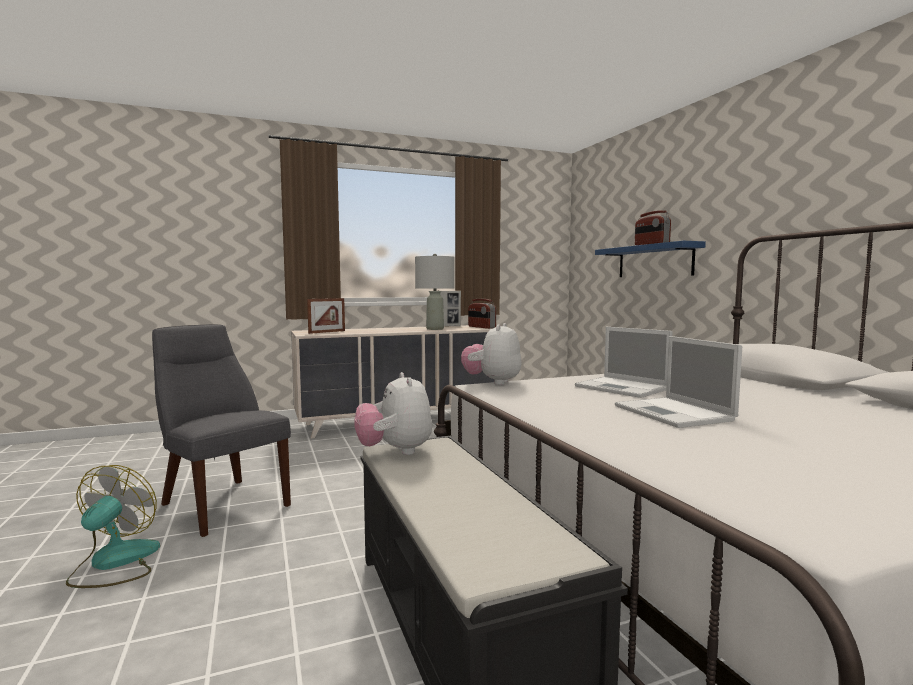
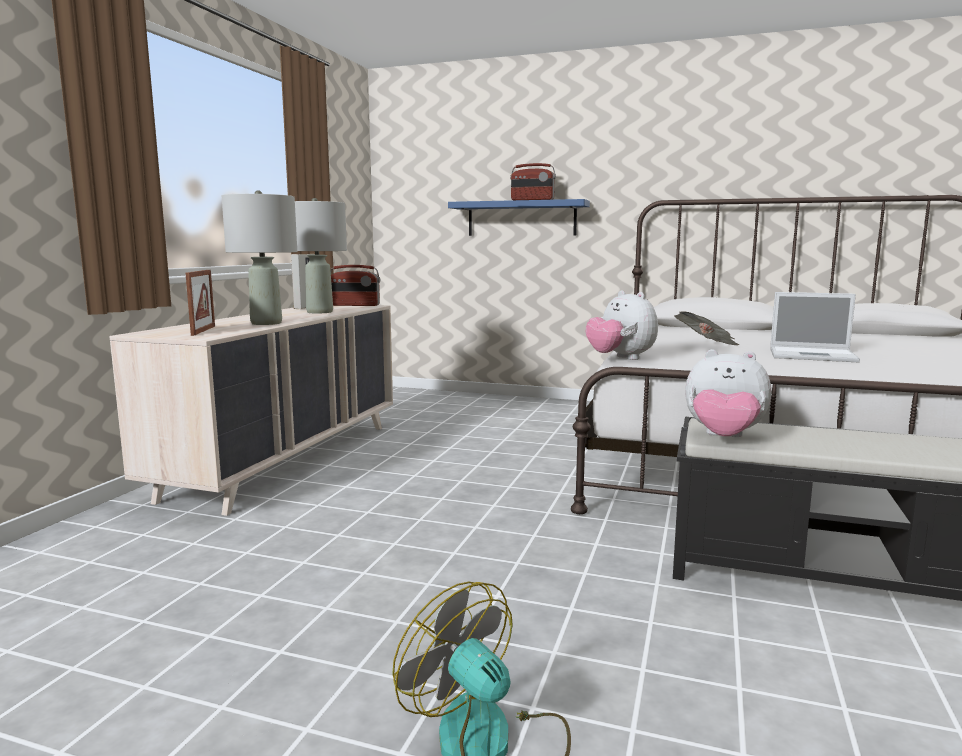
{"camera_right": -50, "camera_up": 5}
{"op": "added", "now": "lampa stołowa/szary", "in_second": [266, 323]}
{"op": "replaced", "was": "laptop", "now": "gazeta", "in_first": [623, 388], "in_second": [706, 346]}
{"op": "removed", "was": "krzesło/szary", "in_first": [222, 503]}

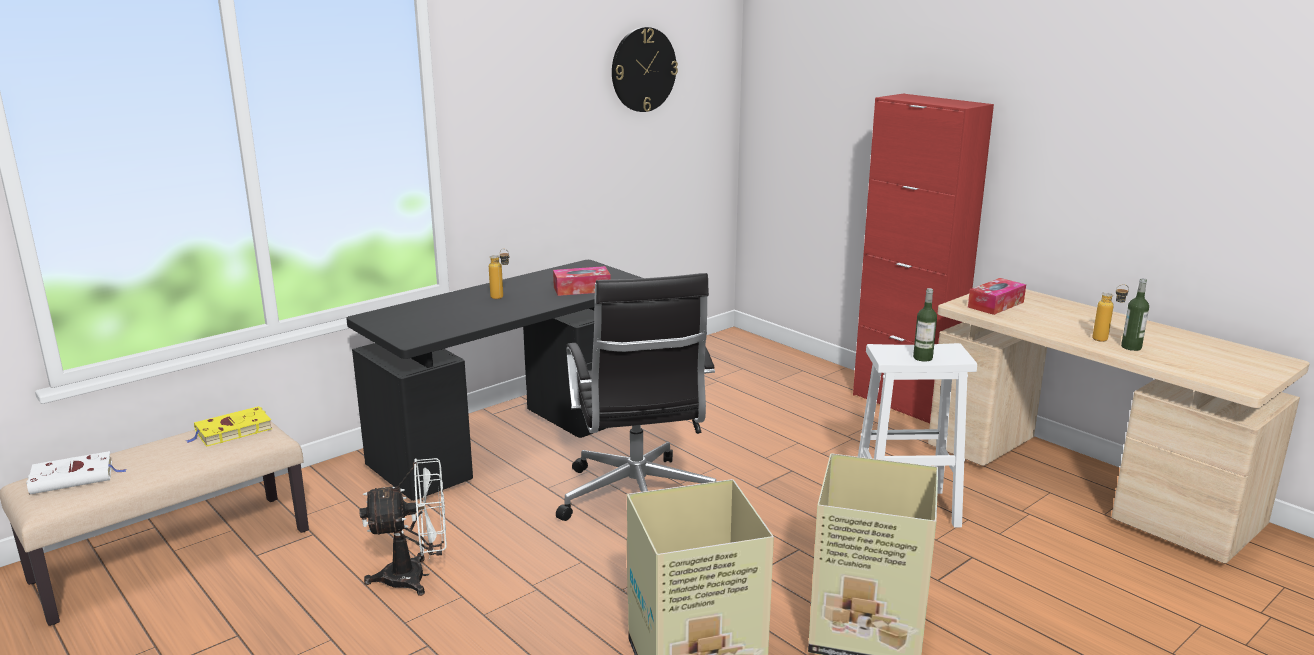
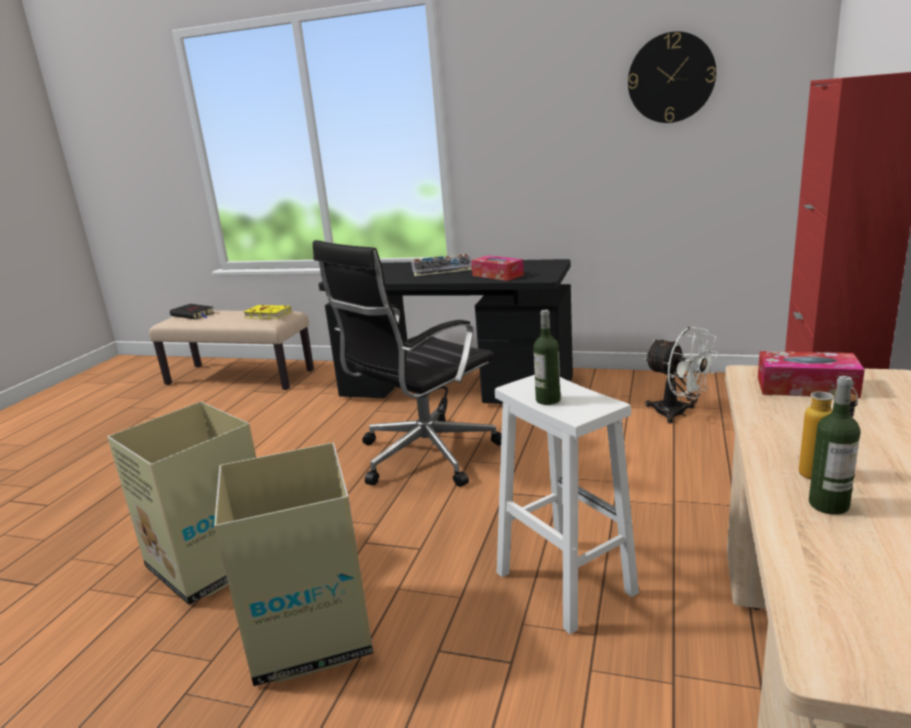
{"camera_right": 60, "camera_up": 0}
{"op": "recoloured", "was": "książka/biały", "now": "książka/czarny", "in_first": [75, 477], "in_second": [193, 314]}
{"op": "replaced", "was": "butelka", "now": "klawiatura", "in_first": [501, 298], "in_second": [442, 270]}
{"op": "moved", "was": "wentylator/biały", "in_first": [416, 577], "in_second": [678, 414]}

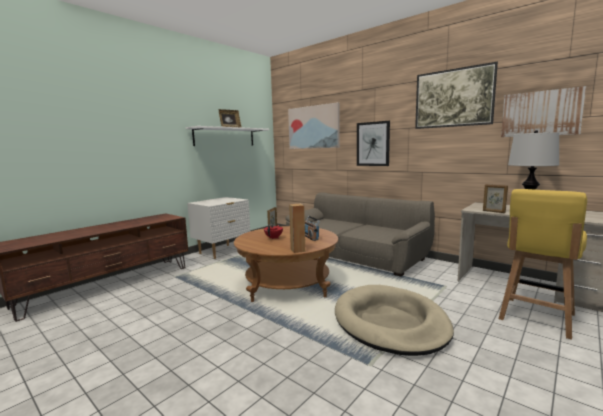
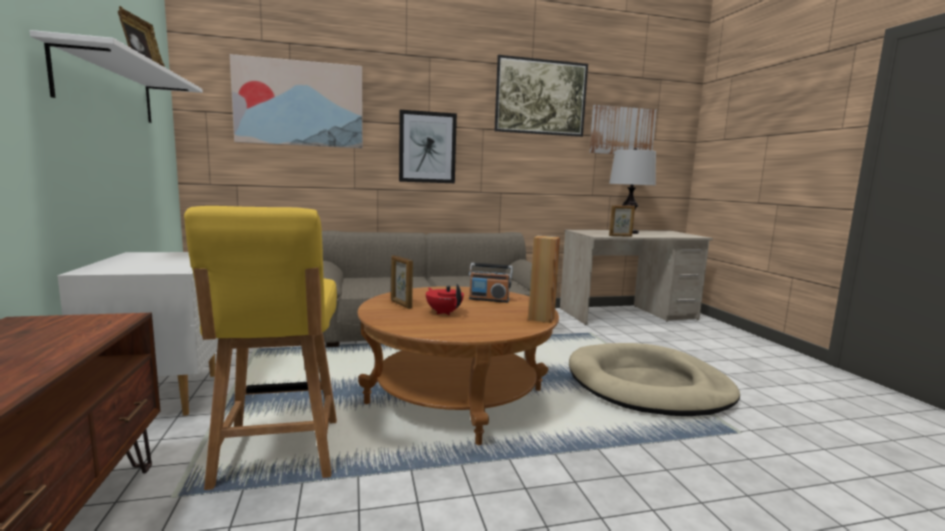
{"camera_right": -55, "camera_up": 0}
{"op": "moved", "was": "krzesło/żółty", "in_first": [536, 317], "in_second": [277, 453]}

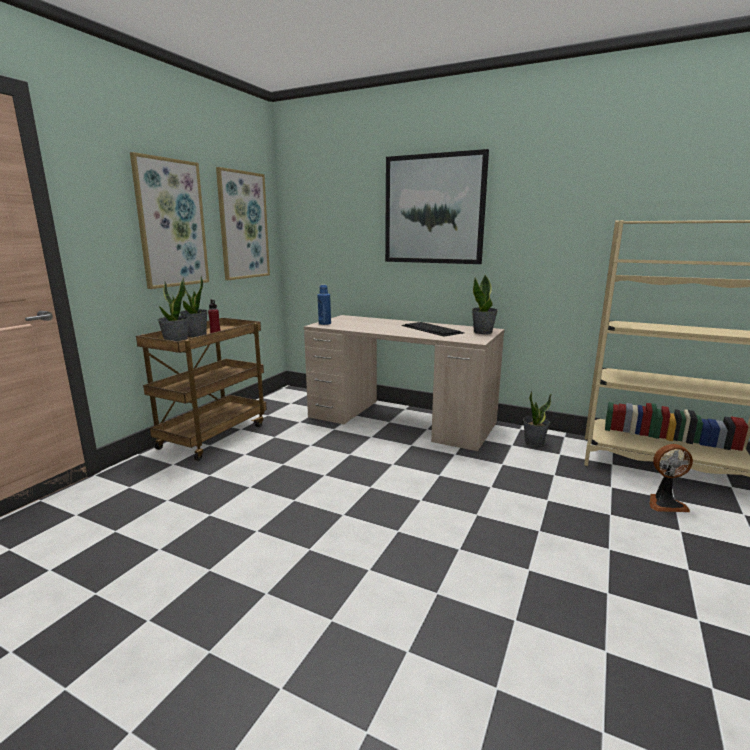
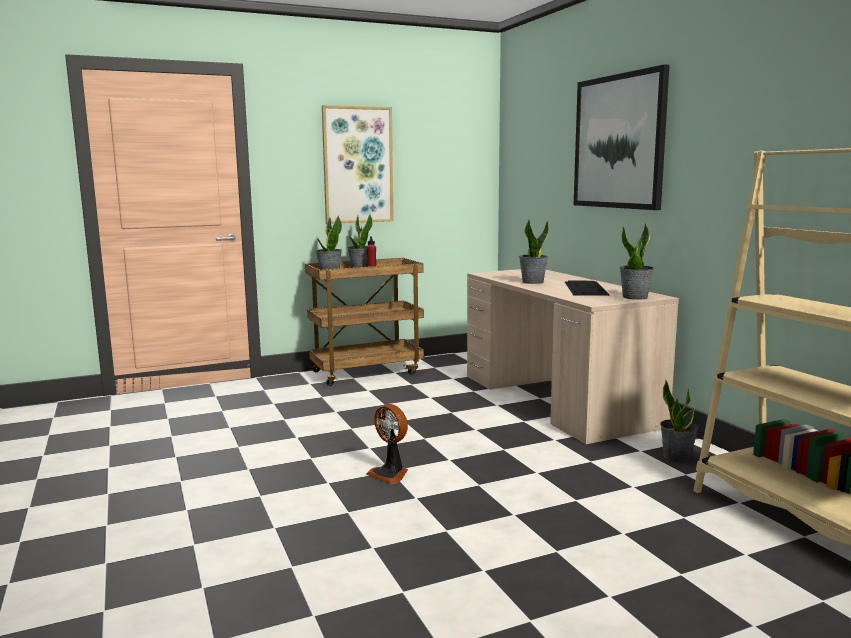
{"camera_right": 40, "camera_up": -5}
{"op": "moved", "was": "wentylator", "in_first": [665, 503], "in_second": [390, 474]}
{"op": "added", "now": "roślina doniczkowa", "in_second": [532, 282]}
{"op": "removed", "was": "obraz", "in_first": [243, 226]}
{"op": "removed", "was": "butelka/niebieski", "in_first": [324, 323]}

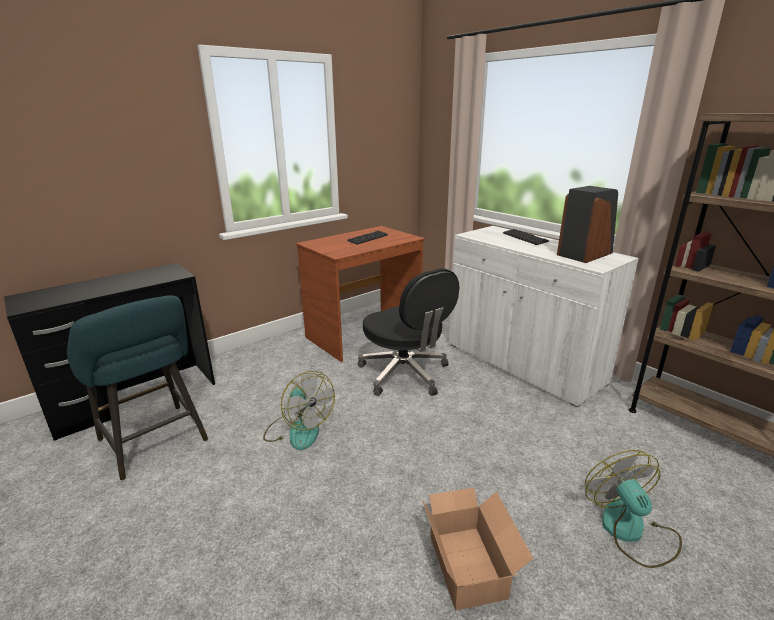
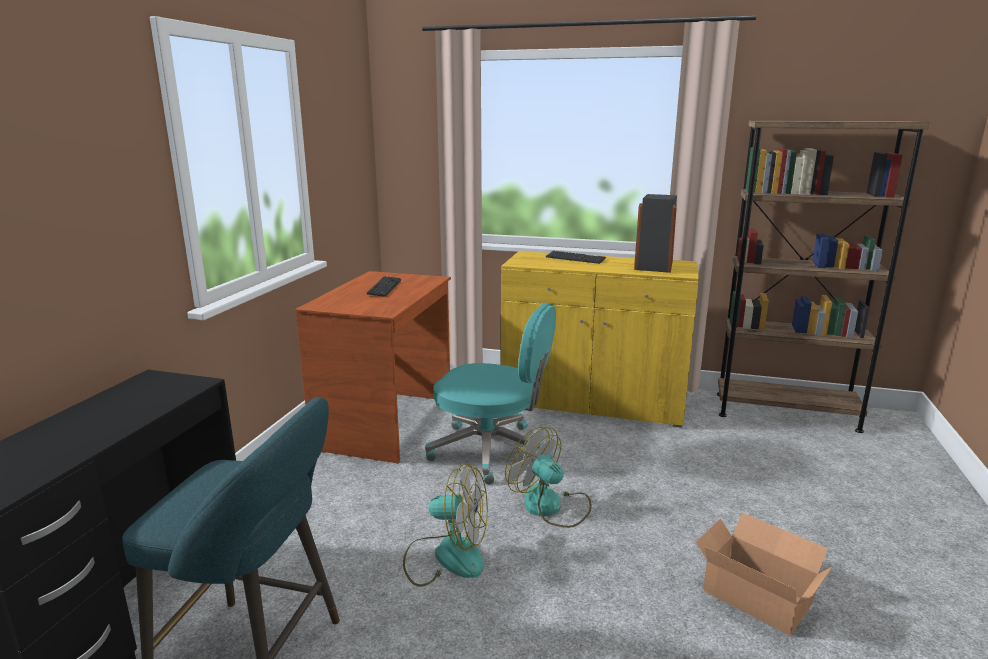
{"camera_right": -35, "camera_up": -5}
{"op": "recoloured", "was": "krzesło biurowe/czarny", "now": "krzesło biurowe/turkusowy", "in_first": [405, 374], "in_second": [492, 451]}
{"op": "recoloured", "was": "szafka/biały", "now": "szafka/żółty", "in_first": [522, 363], "in_second": [593, 403]}
{"op": "moved", "was": "wentylator", "in_first": [630, 531], "in_second": [551, 507]}

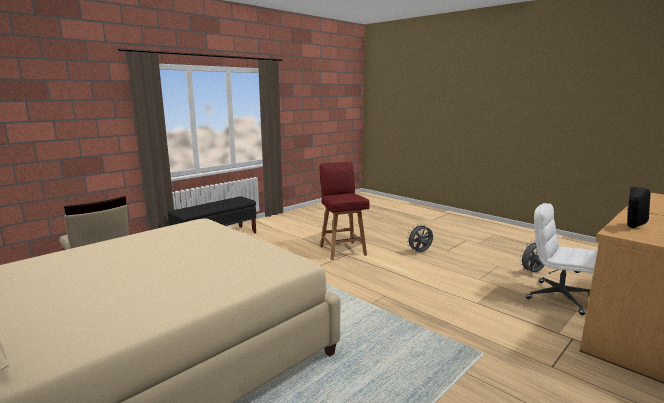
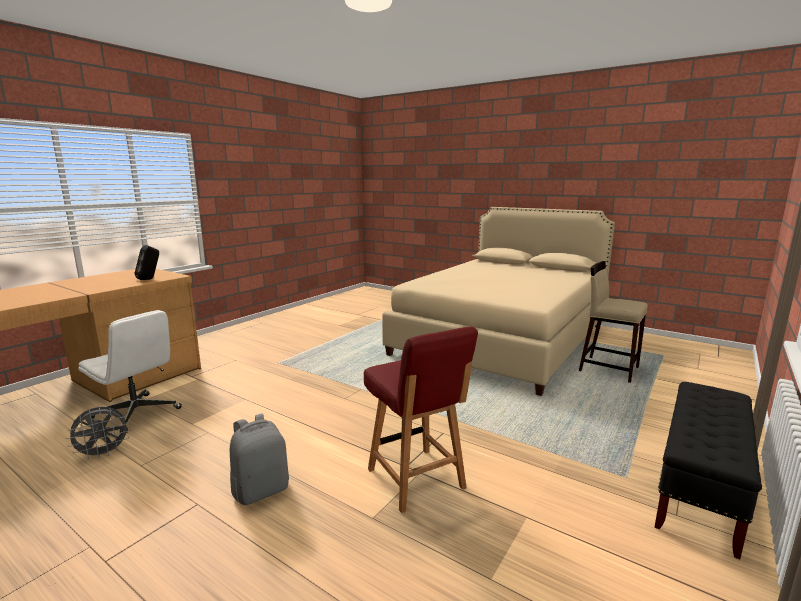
{"camera_right": 170, "camera_up": 0}
{"op": "replaced", "was": "wentylator/szary", "now": "plecak/szary", "in_first": [420, 252], "in_second": [261, 490]}

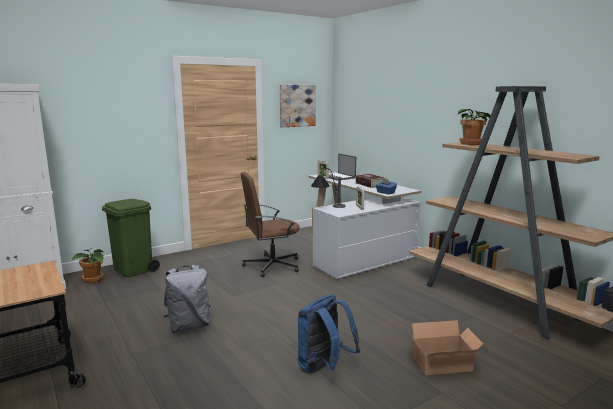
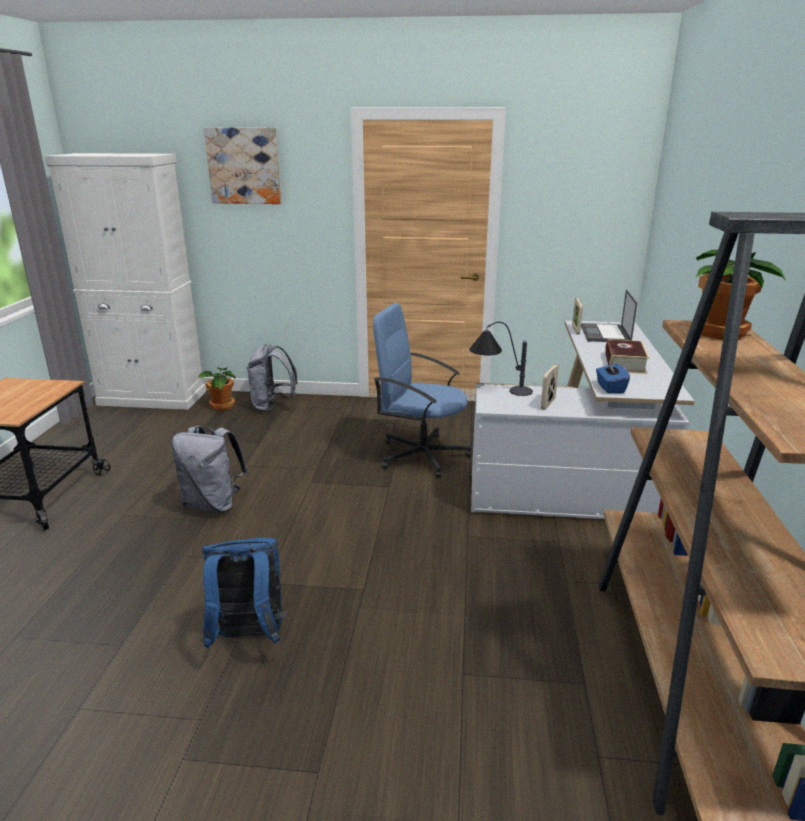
{"camera_right": 40, "camera_up": 10}
{"op": "moved", "was": "obraz", "in_first": [297, 105], "in_second": [244, 166]}
{"op": "replaced", "was": "kosz na śmieci/zielony", "now": "plecak/szary", "in_first": [134, 269], "in_second": [273, 406]}
{"op": "recoloured", "was": "krzesło biurowe/brązowy", "now": "krzesło biurowe/niebieski", "in_first": [271, 266], "in_second": [421, 455]}
{"op": "removed", "was": "karton", "in_first": [444, 364]}

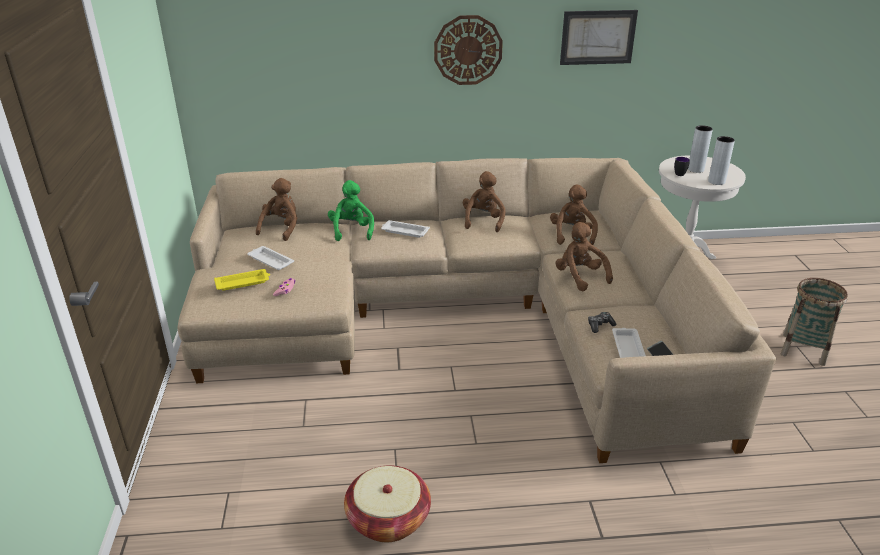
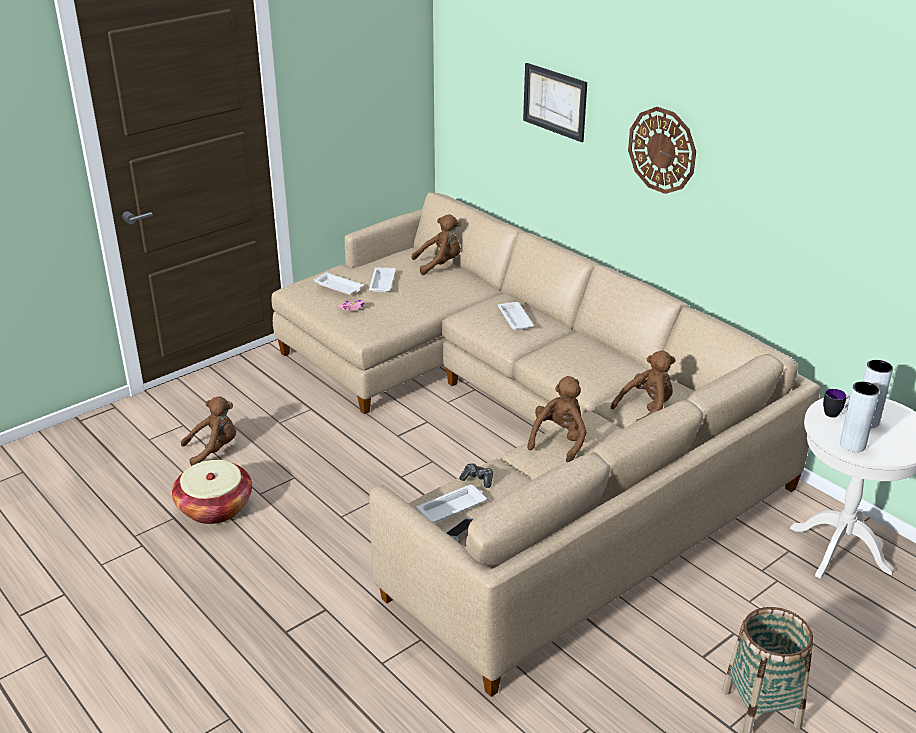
{"camera_right": 55, "camera_up": 0}
{"op": "moved", "was": "pluszak/brązowy", "in_first": [483, 221], "in_second": [214, 449]}
{"op": "recoloured", "was": "taca/żółty", "now": "taca/biały", "in_first": [243, 282], "in_second": [339, 287]}
{"op": "moved", "was": "obraz", "in_first": [597, 37], "in_second": [555, 101]}
{"op": "removed", "was": "pluszak/zielony", "in_first": [352, 230]}

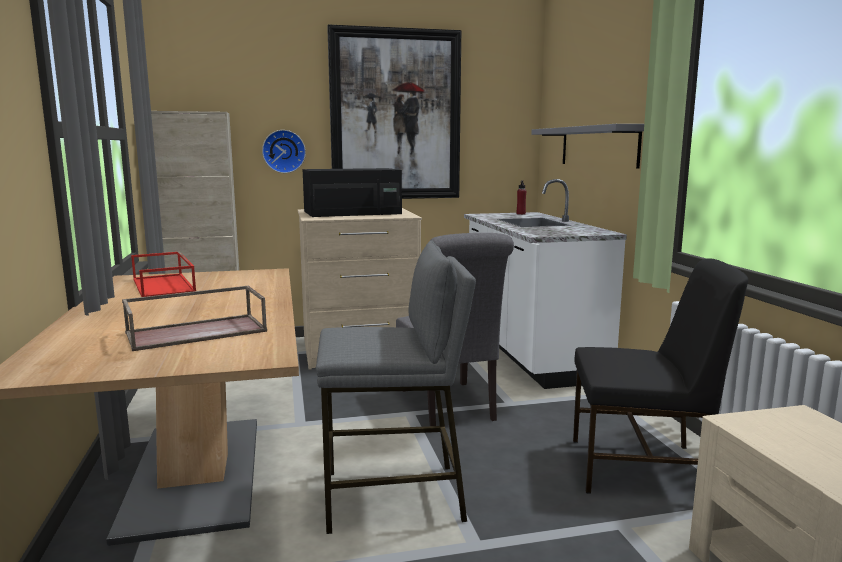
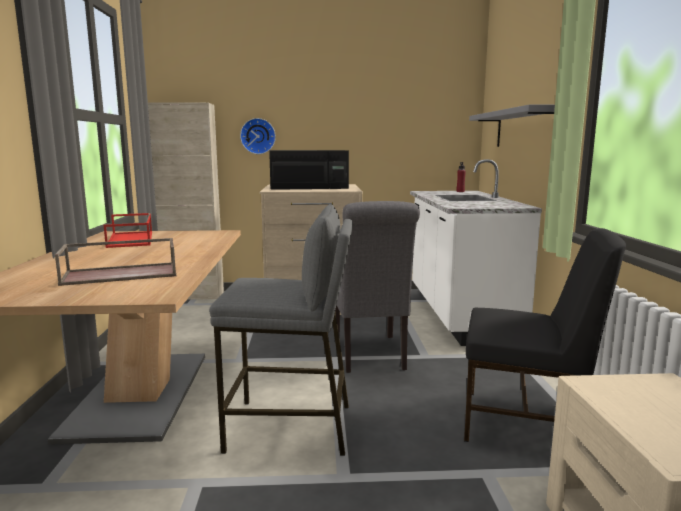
{"camera_right": 10, "camera_up": 0}
{"op": "removed", "was": "obraz", "in_first": [395, 115]}

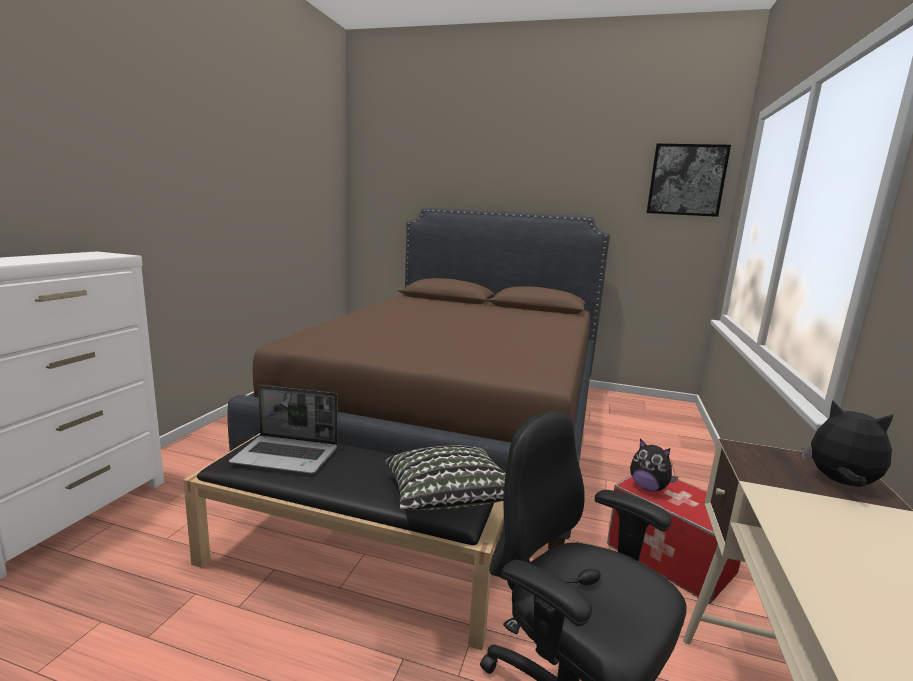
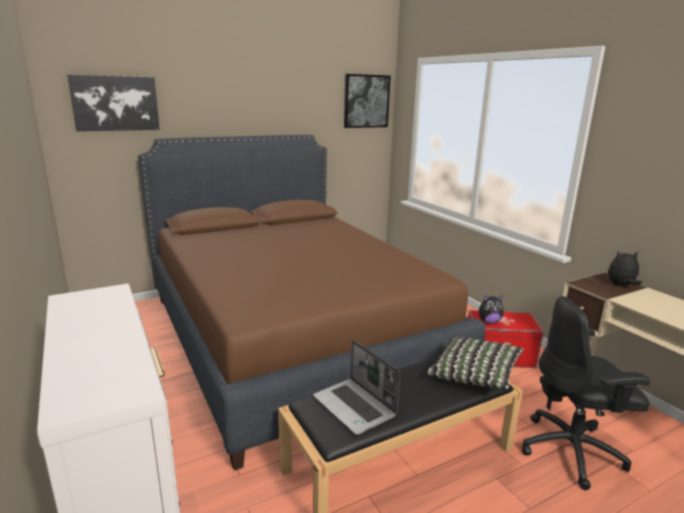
{"camera_right": -45, "camera_up": 5}
{"op": "added", "now": "obraz", "in_second": [115, 103]}
{"op": "turned", "was": "laptop", "in_first": [287, 456], "in_second": [355, 407], "clockwise": 90}

